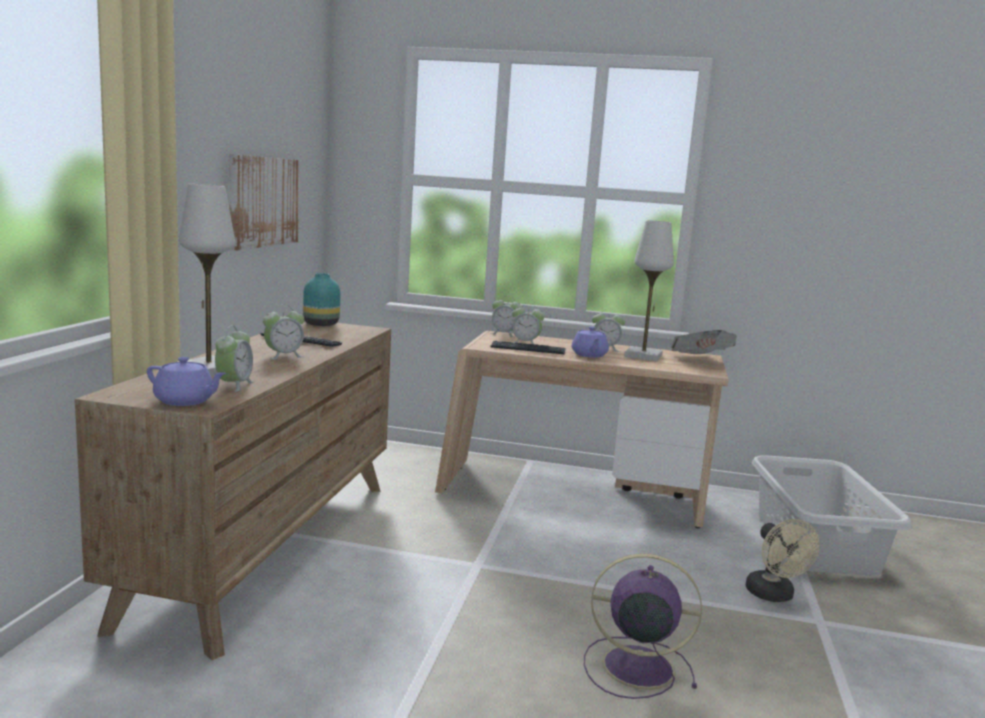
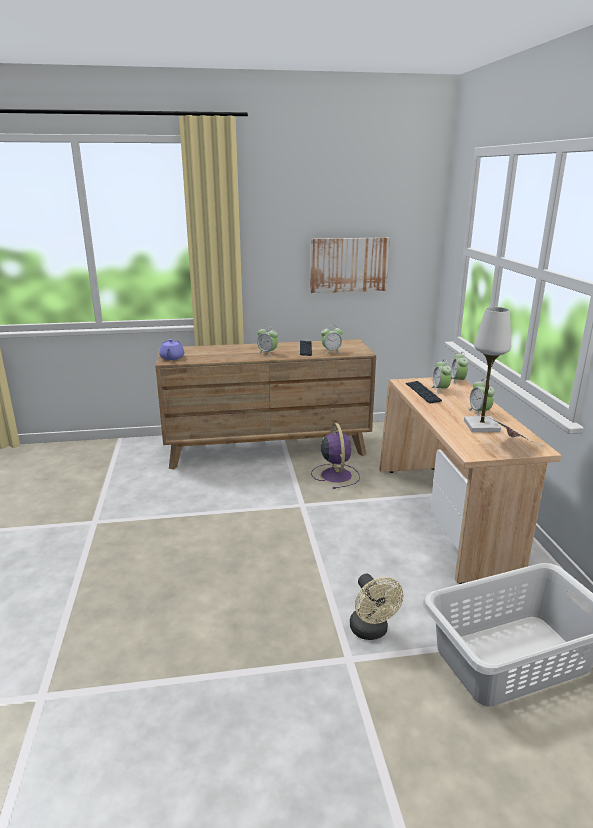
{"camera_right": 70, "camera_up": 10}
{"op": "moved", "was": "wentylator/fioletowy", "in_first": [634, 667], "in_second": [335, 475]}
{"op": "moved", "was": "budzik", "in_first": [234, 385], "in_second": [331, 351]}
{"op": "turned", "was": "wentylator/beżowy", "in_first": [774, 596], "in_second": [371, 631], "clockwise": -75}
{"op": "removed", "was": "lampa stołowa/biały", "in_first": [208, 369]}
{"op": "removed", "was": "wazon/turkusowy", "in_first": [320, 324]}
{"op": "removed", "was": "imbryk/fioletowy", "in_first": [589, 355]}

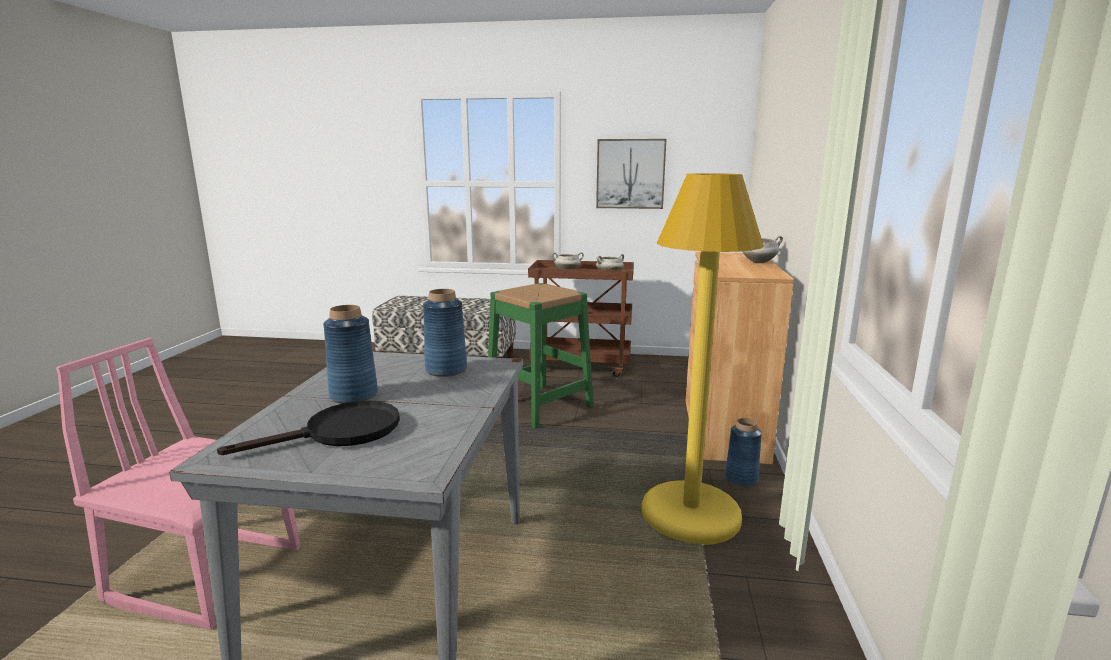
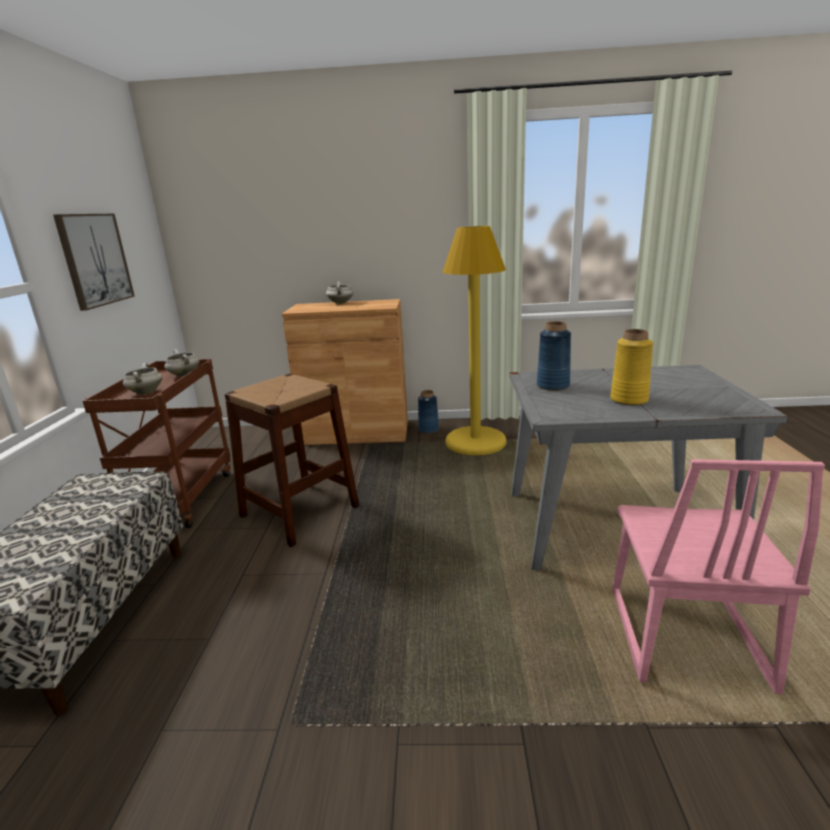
{"camera_right": -95, "camera_up": 5}
{"op": "recoloured", "was": "stołek/zielony", "now": "stołek/brązowy", "in_first": [539, 406], "in_second": [299, 511]}
{"op": "recoloured", "was": "wazon/niebieski", "now": "wazon/żółty", "in_first": [354, 395], "in_second": [628, 399]}
{"op": "removed", "was": "patelnia/czarny", "in_first": [340, 432]}

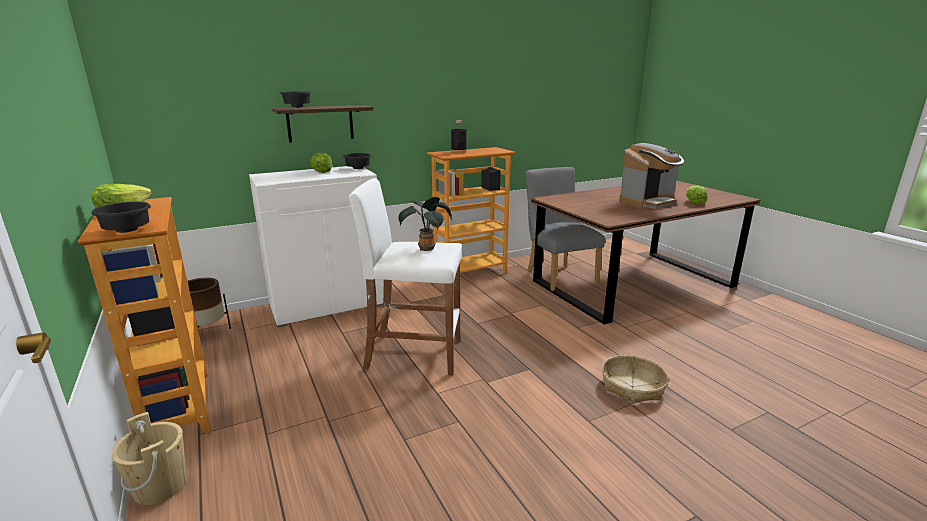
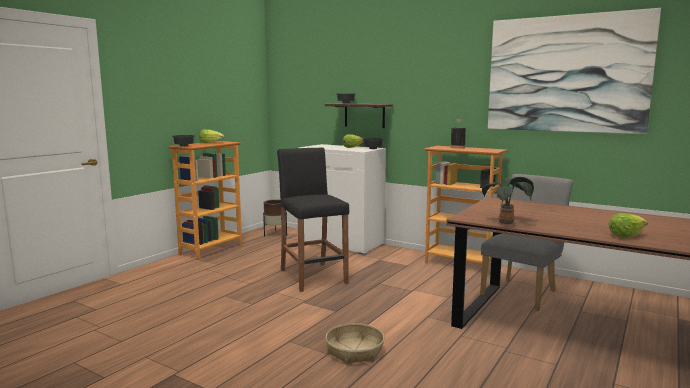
{"camera_right": 60, "camera_up": -10}
{"op": "recoloured", "was": "stołek/biały", "now": "stołek/czarny", "in_first": [413, 353], "in_second": [313, 276]}
{"op": "moved", "was": "roślina doniczkowa", "in_first": [427, 248], "in_second": [507, 222]}
{"op": "added", "now": "obraz", "in_second": [566, 74]}
{"op": "removed", "was": "wiadro/beżowy", "in_first": [160, 486]}
{"op": "removed", "was": "ekspres do kawy", "in_first": [647, 202]}

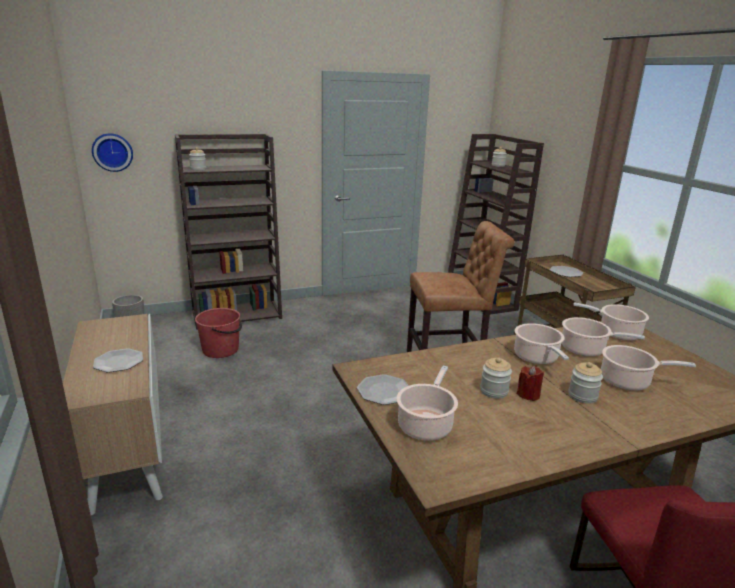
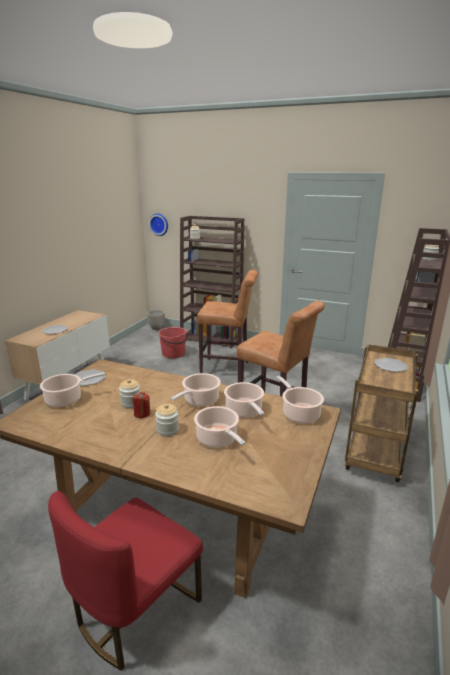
{"camera_right": 45, "camera_up": 0}
{"op": "added", "now": "stołek/brązowy", "in_second": [228, 369]}

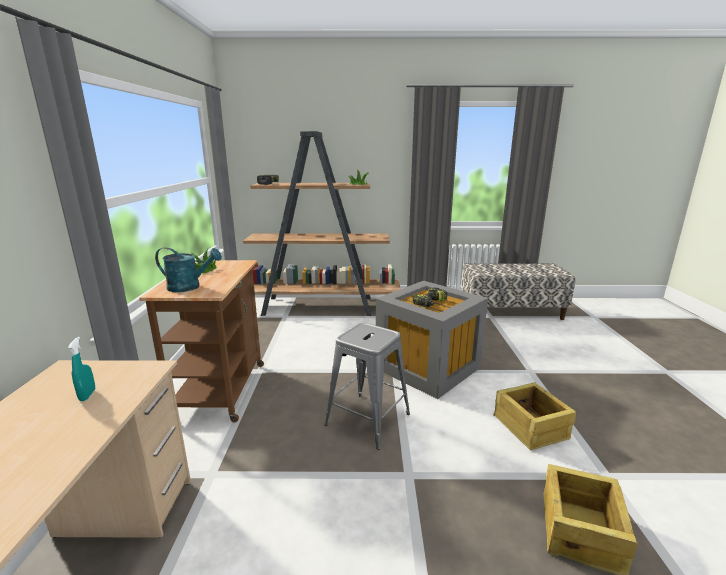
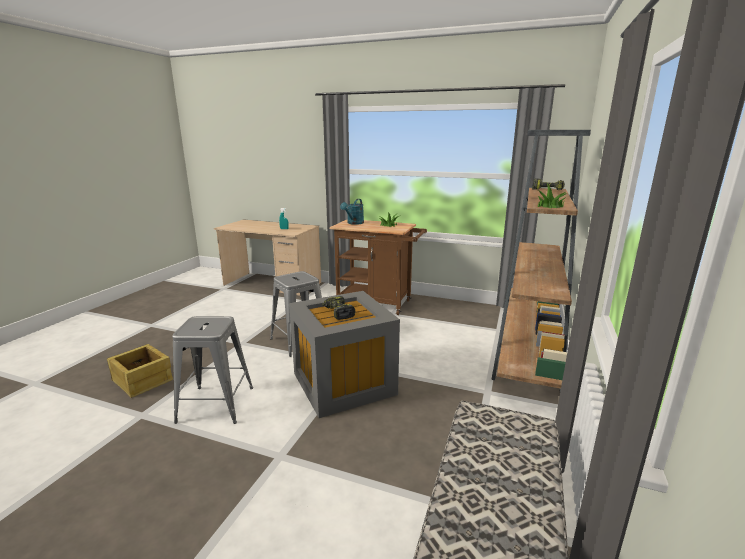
{"camera_right": 110, "camera_up": 0}
{"op": "replaced", "was": "skrzynka", "now": "stołek/szary", "in_first": [530, 428], "in_second": [216, 404]}

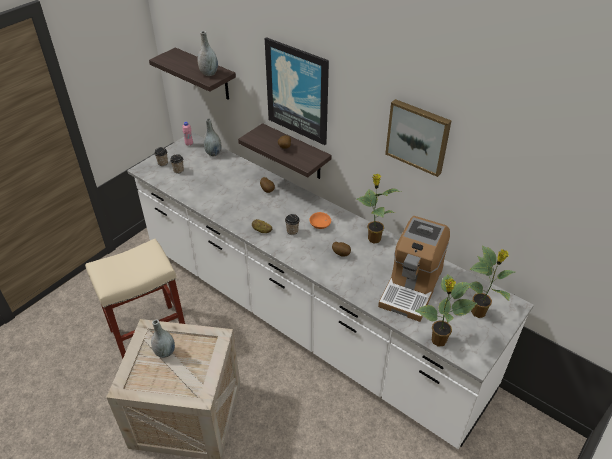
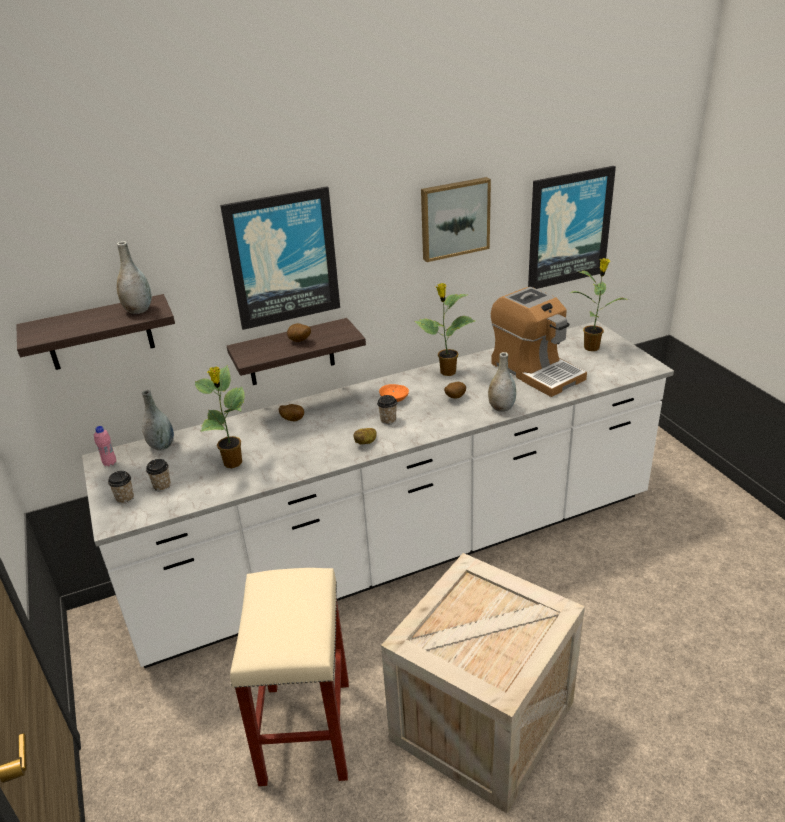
{"camera_right": -60, "camera_up": -10}
{"op": "moved", "was": "roślina doniczkowa", "in_first": [438, 341], "in_second": [233, 463]}
{"op": "moved", "was": "wazon/szary", "in_first": [165, 352], "in_second": [501, 408]}
{"op": "added", "now": "obraz", "in_second": [568, 228]}

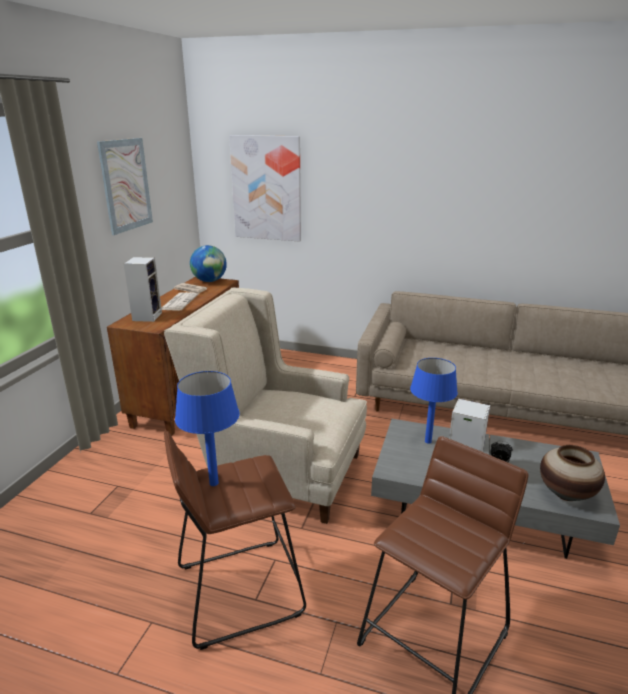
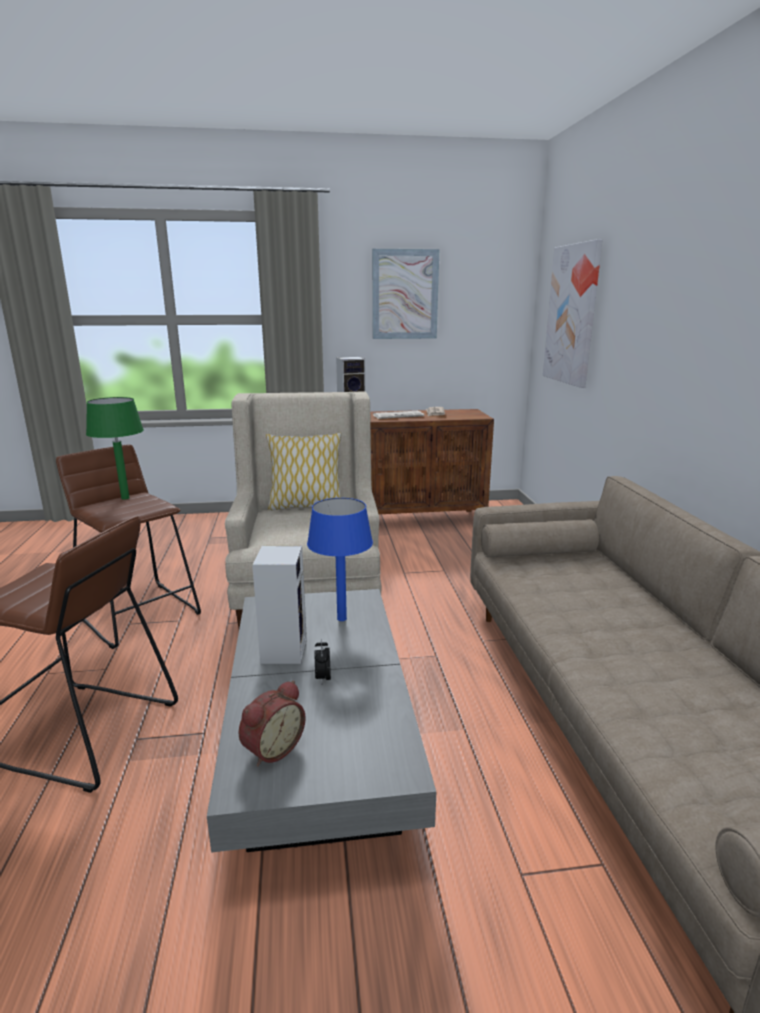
{"camera_right": 65, "camera_up": -5}
{"op": "recoloured", "was": "lampa stołowa/niebieski", "now": "lampa stołowa/zielony", "in_first": [213, 483], "in_second": [125, 498]}
{"op": "replaced", "was": "wazon", "now": "budzik", "in_first": [565, 494], "in_second": [272, 748]}
{"op": "added", "now": "poduszka", "in_second": [305, 506]}
{"op": "removed", "was": "globus", "in_first": [209, 281]}

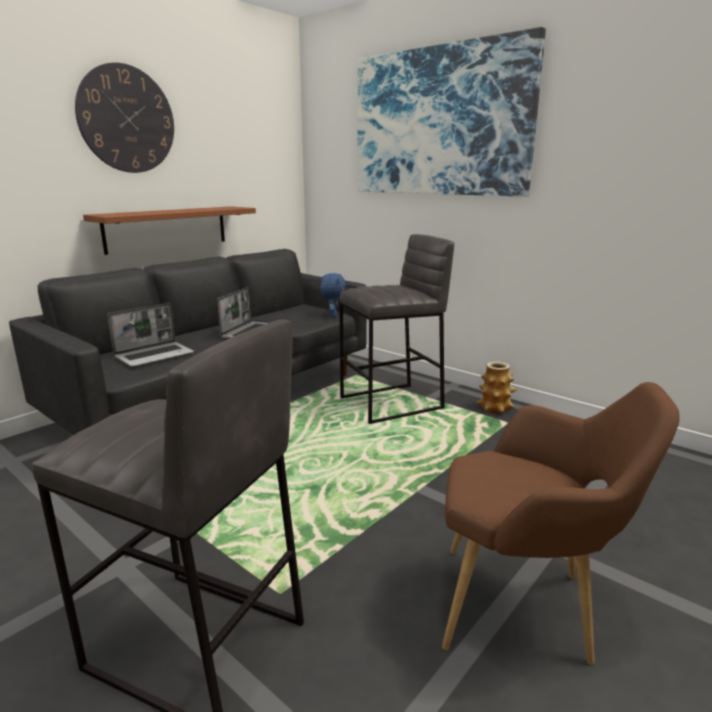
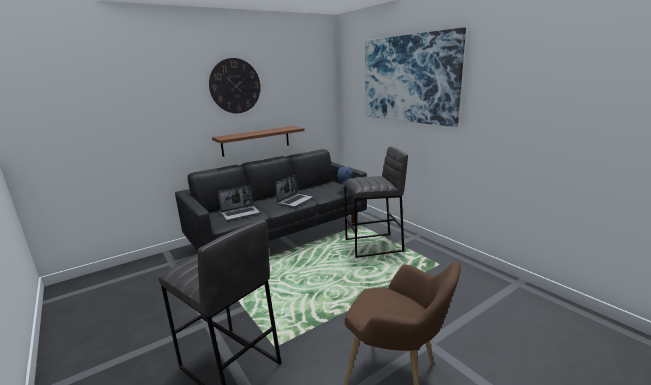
{"camera_right": 15, "camera_up": 0}
{"op": "removed", "was": "wazon", "in_first": [495, 408]}

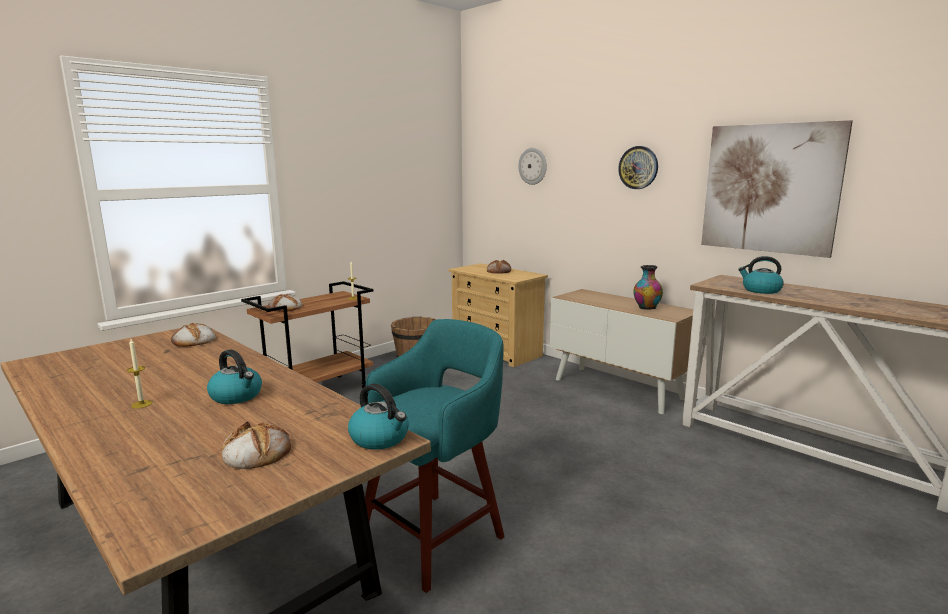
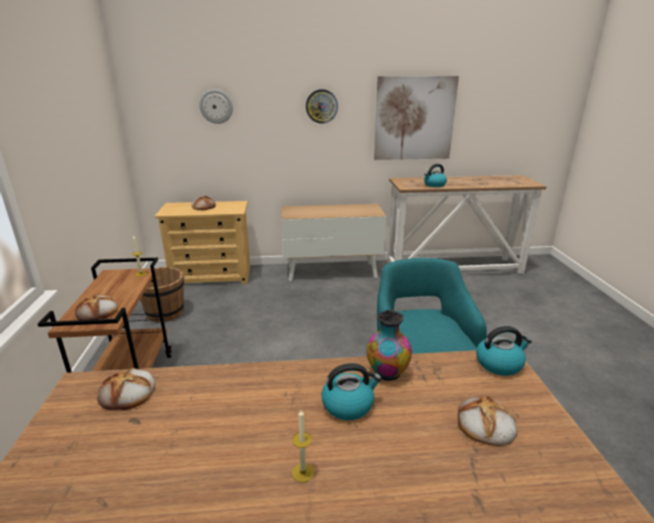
{"camera_right": -50, "camera_up": 10}
{"op": "moved", "was": "wazon", "in_first": [646, 308], "in_second": [387, 373]}

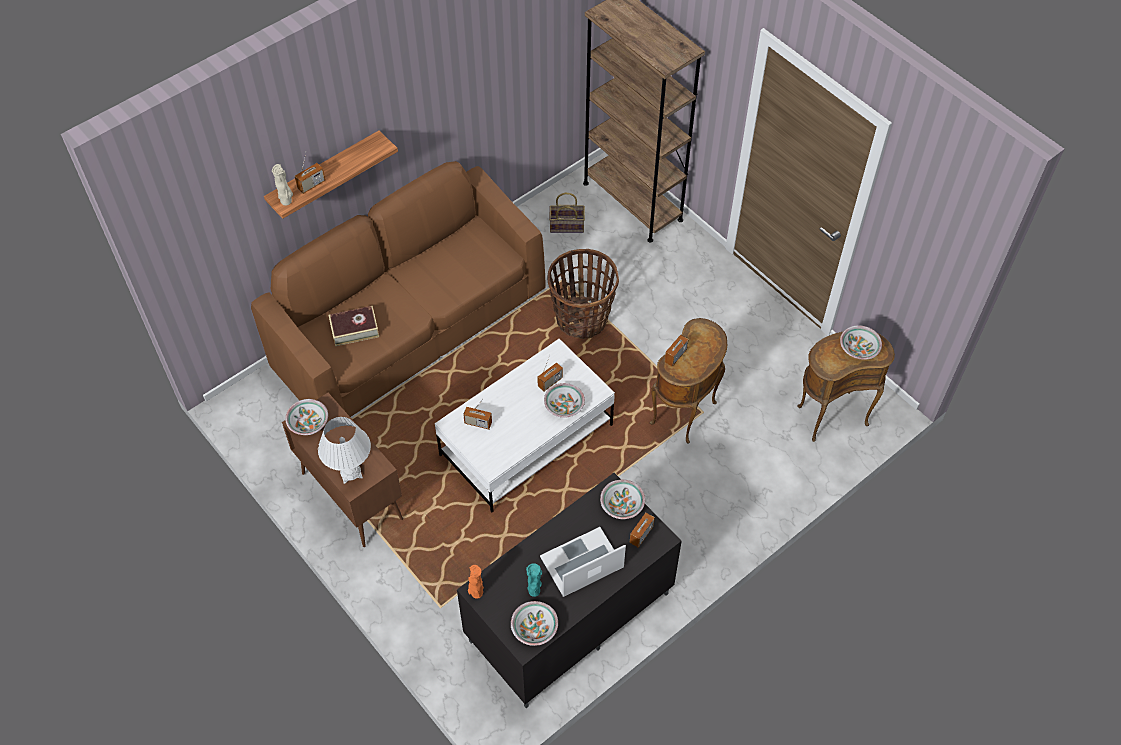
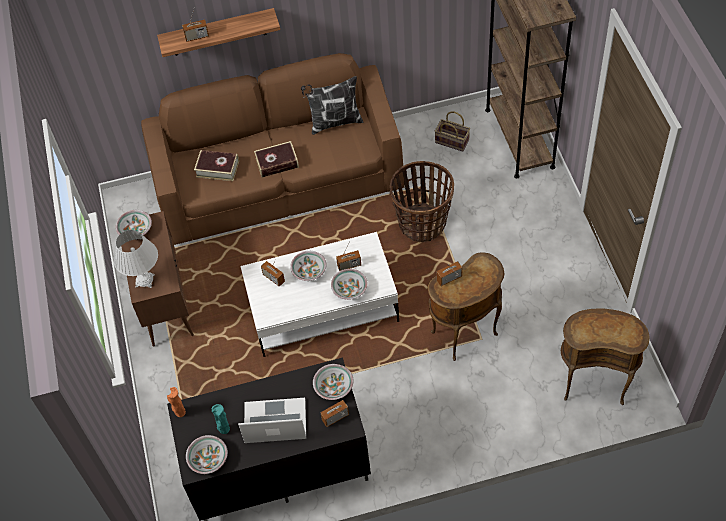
{"camera_right": 30, "camera_up": 0}
{"op": "added", "now": "książka", "in_second": [277, 163]}
{"op": "moved", "was": "miska", "in_first": [859, 349], "in_second": [309, 271]}
{"op": "added", "now": "poduszka", "in_second": [334, 122]}
{"op": "removed", "was": "wazon/beżowy", "in_first": [287, 201]}

